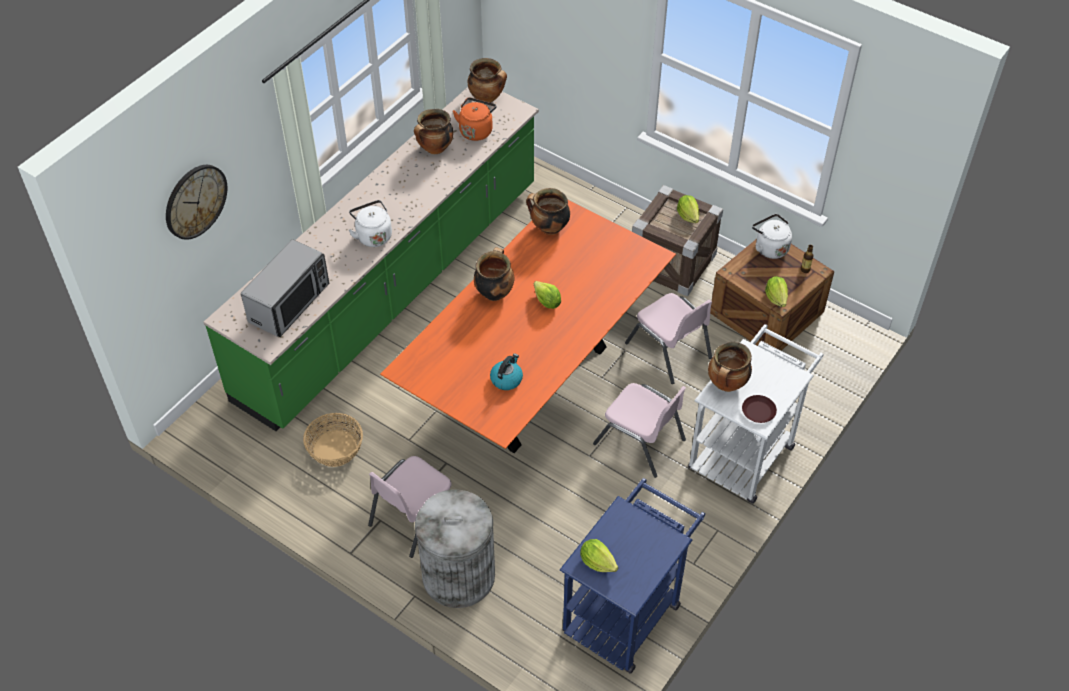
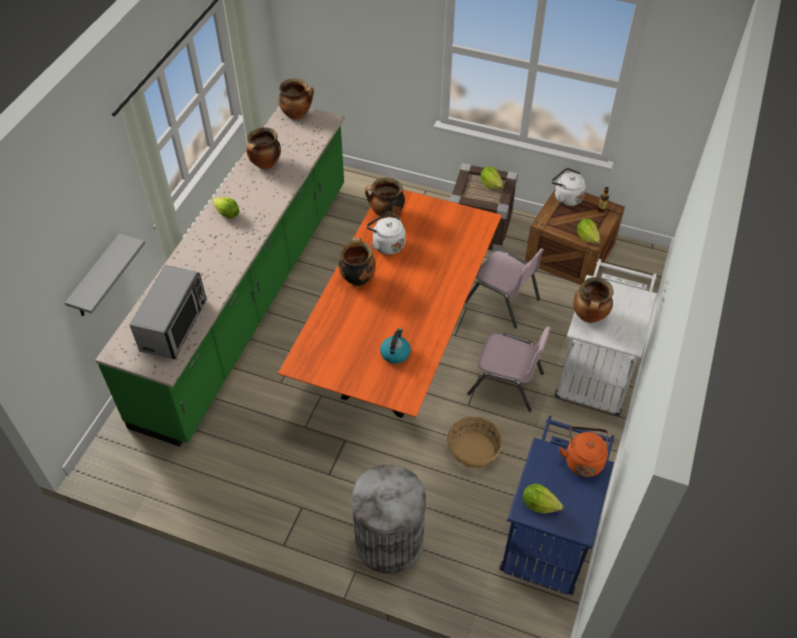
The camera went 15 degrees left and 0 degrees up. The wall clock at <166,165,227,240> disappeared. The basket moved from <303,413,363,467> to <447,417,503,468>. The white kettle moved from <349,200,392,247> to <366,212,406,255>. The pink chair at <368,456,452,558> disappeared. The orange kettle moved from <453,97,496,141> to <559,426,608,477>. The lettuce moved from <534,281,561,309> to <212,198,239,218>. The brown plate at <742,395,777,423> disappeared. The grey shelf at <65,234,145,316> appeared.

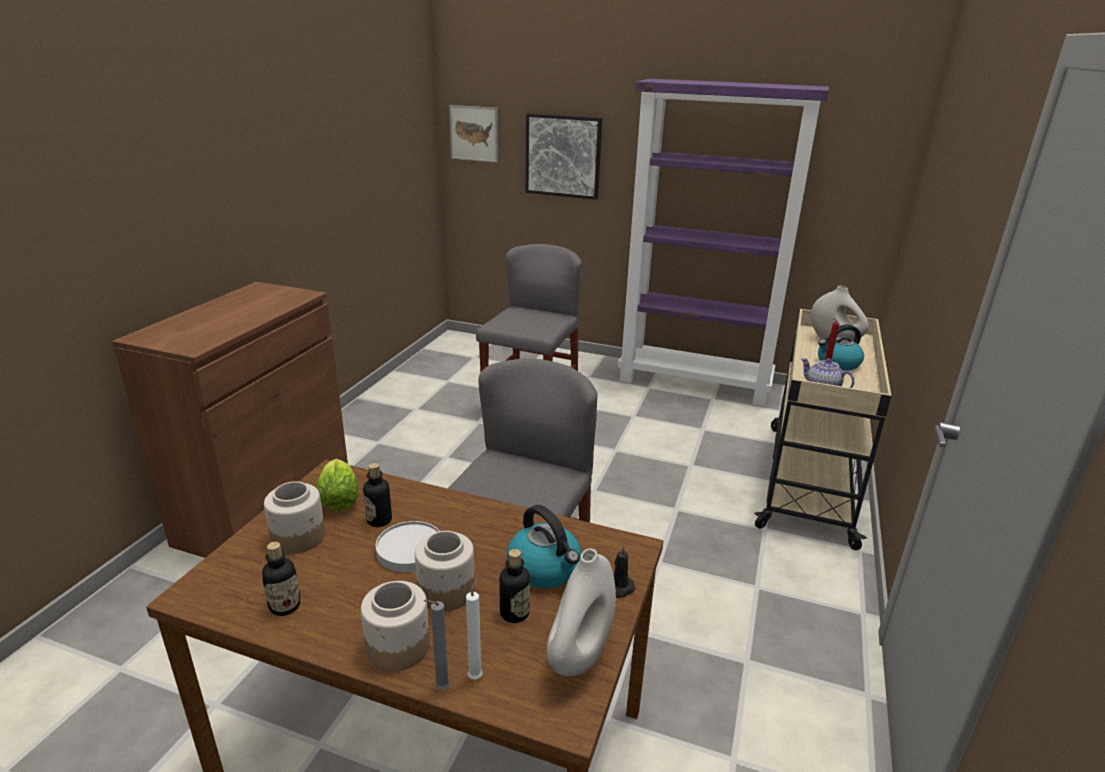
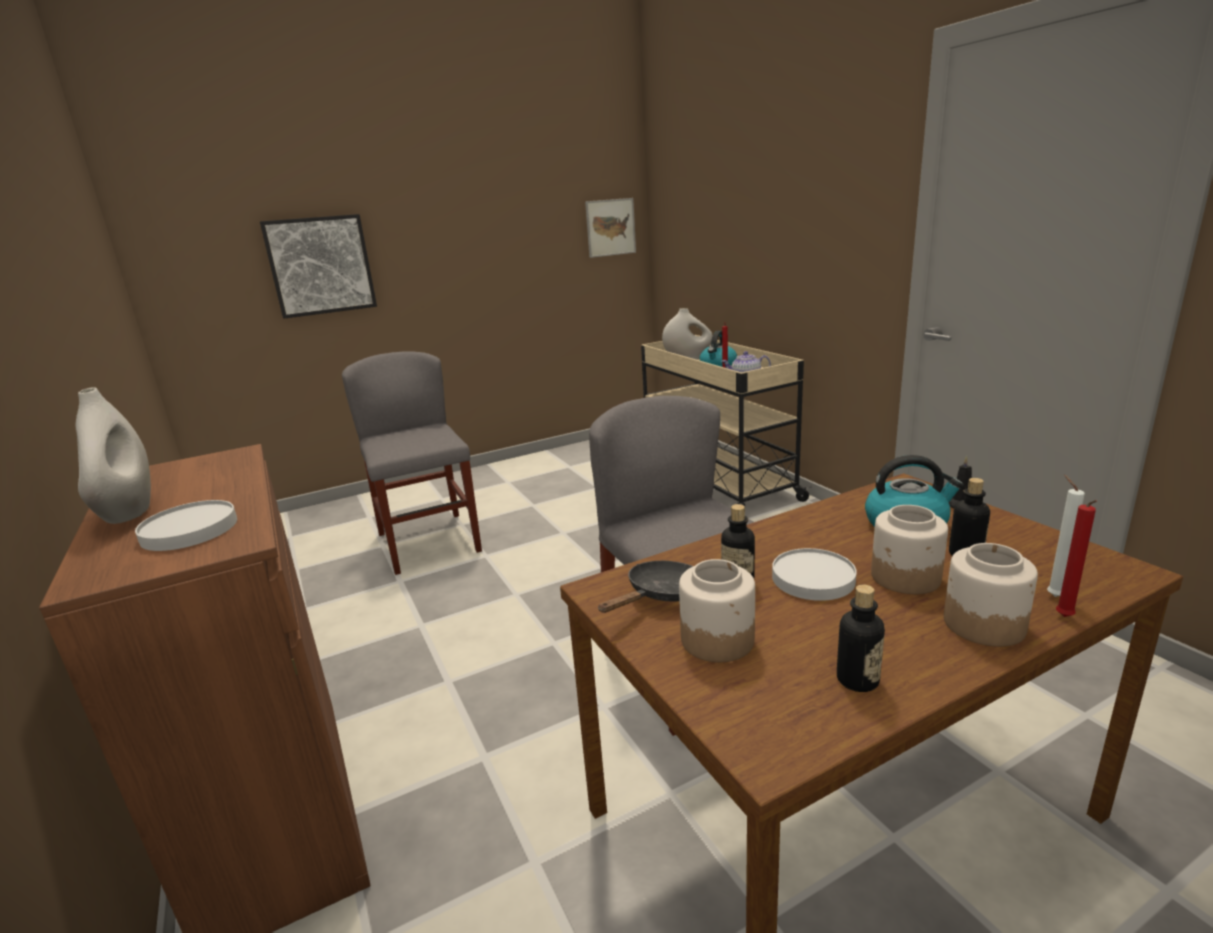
The camera went 45 degrees left and 5 degrees down. The lettuce at <316,459,359,511> was replaced by the black frying pan at <598,561,693,613>. The grey candle at <424,600,450,690> became the red candle at <1056,500,1097,617>. The picture moved from <449,105,498,163> to <585,198,636,258>. The white vase moved from <547,548,616,676> to <76,387,151,524>. The purple bookcase at <618,79,829,407> disappeared. The white plate at <135,500,237,551> appeared.

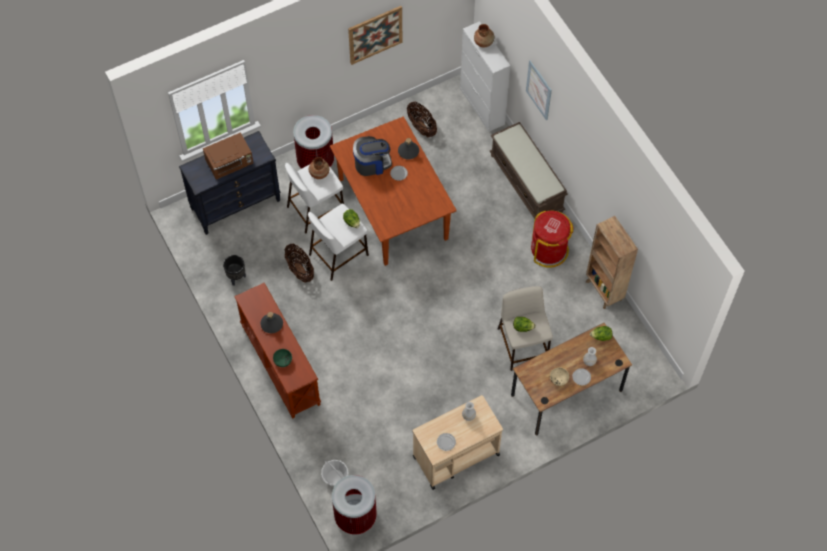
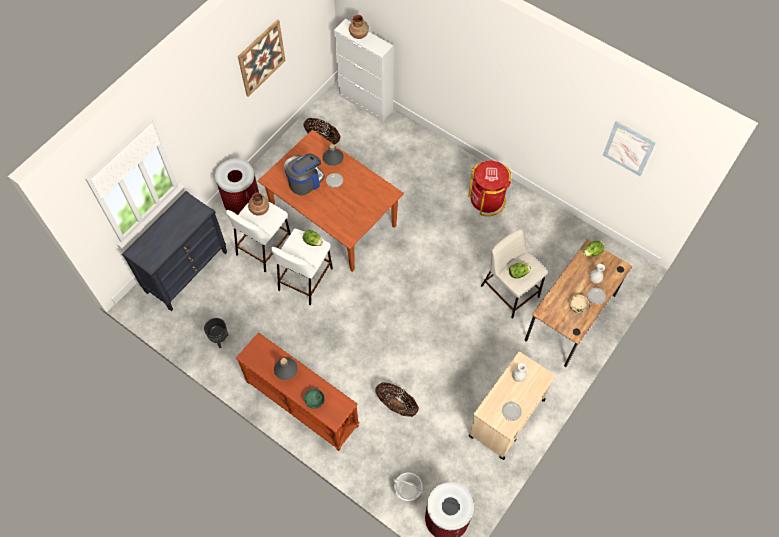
The camera went 25 degrees left and 0 degrees up. The brown microwave at <203,132,253,180> disappeared. The basket moved from <285,244,314,283> to <375,382,419,417>. The brown bench at <490,122,568,219> disappeared. The picture moved from <526,60,552,120> to <603,121,656,176>. The brown bookcase at <586,216,638,309> disappeared.

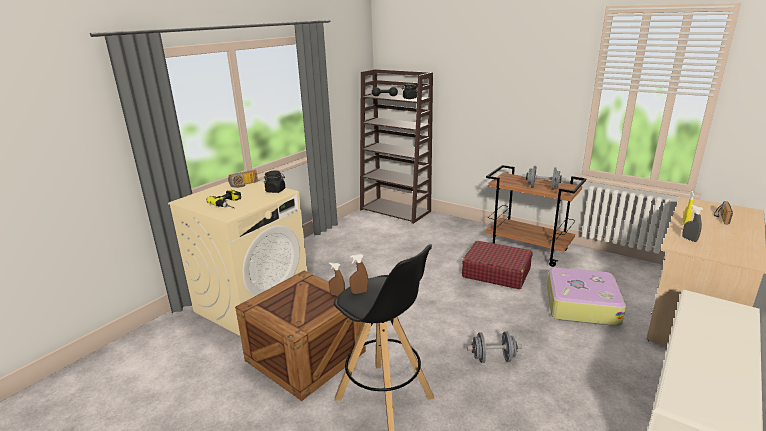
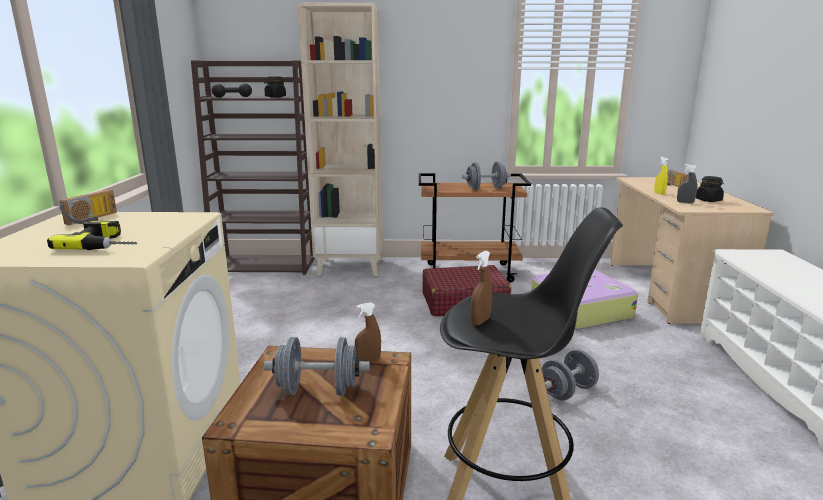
The camera went 35 degrees left and 5 degrees down. The black jar moved from <264,170,285,193> to <696,176,724,202>. The grey dumbbell at <264,337,370,395> appeared. The beige bookcase at <298,3,383,276> appeared.

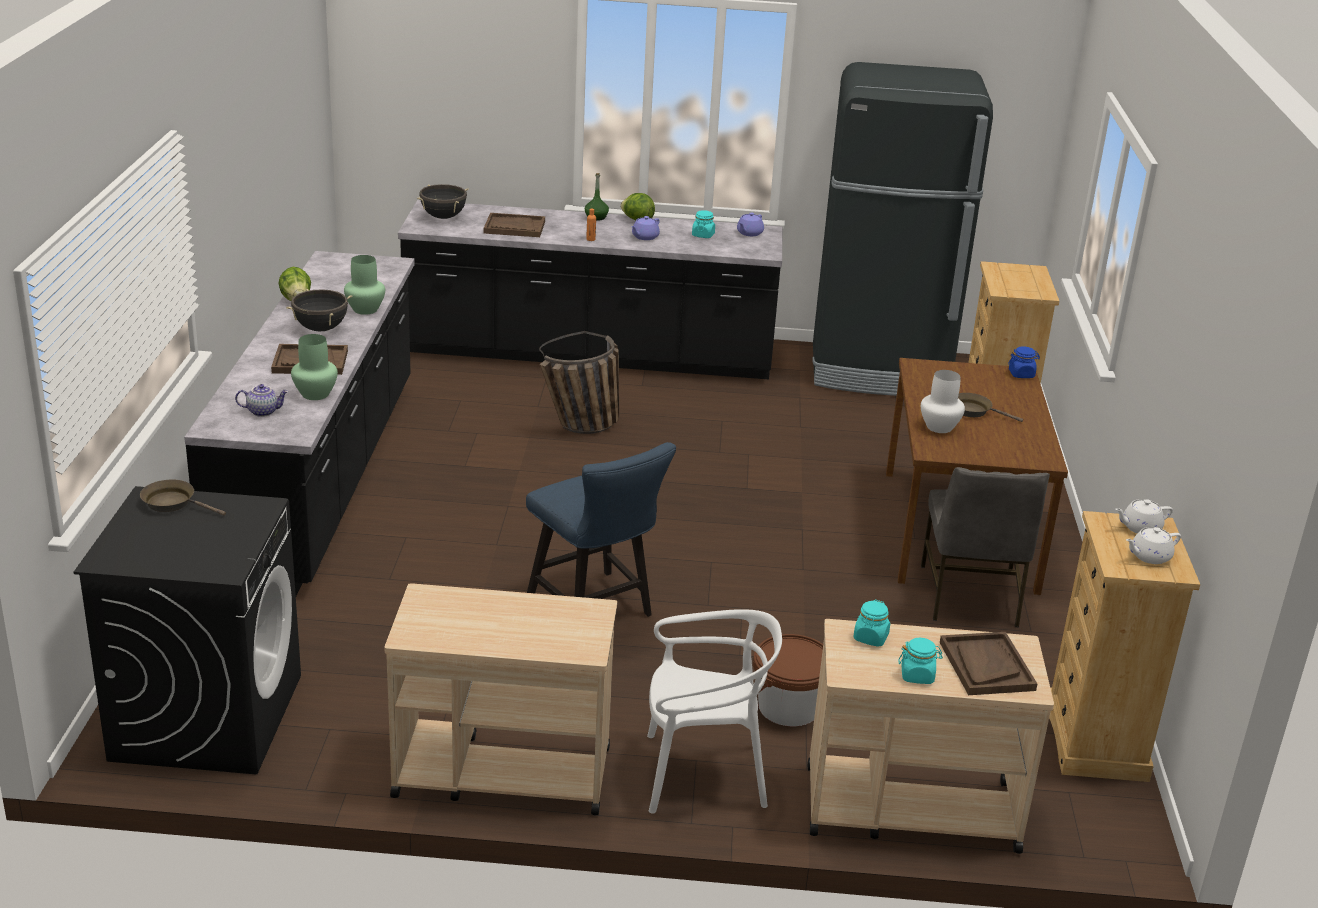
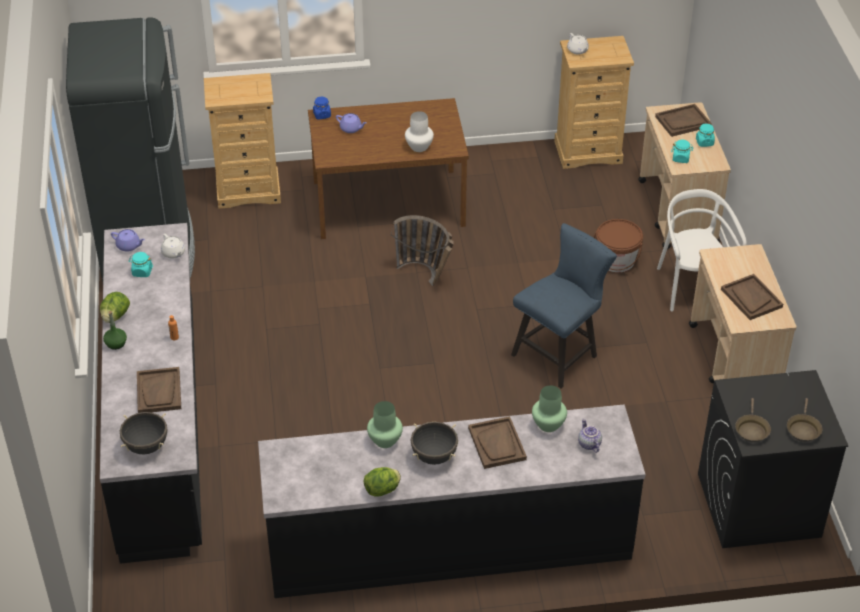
The camera went 100 degrees left and 15 degrees up. The basket moved from <539,331,619,434> to <391,215,454,286>. The purple teapot moved from <631,216,660,240> to <336,113,367,133>. The grey chair at <921,467,1050,627> disappeared. The brown frying pan moved from <958,393,1023,422> to <787,398,822,442>. The white teapot moved from <1126,527,1181,564> to <161,234,185,259>. The brown tray at <721,274,783,320> appeared.

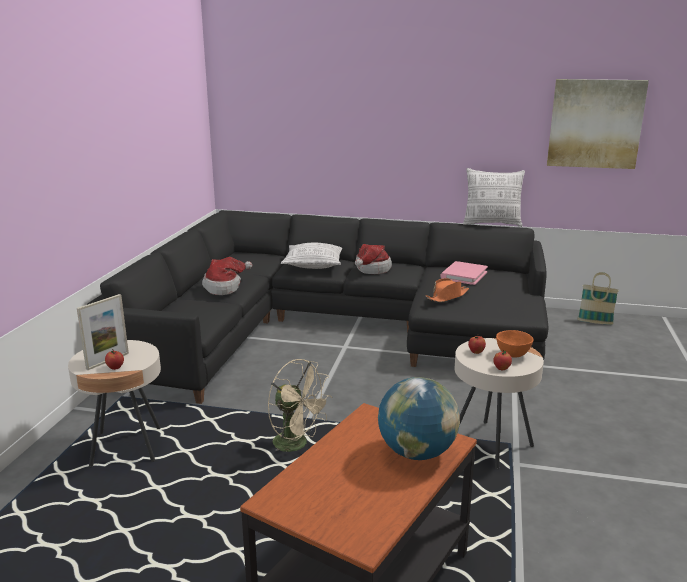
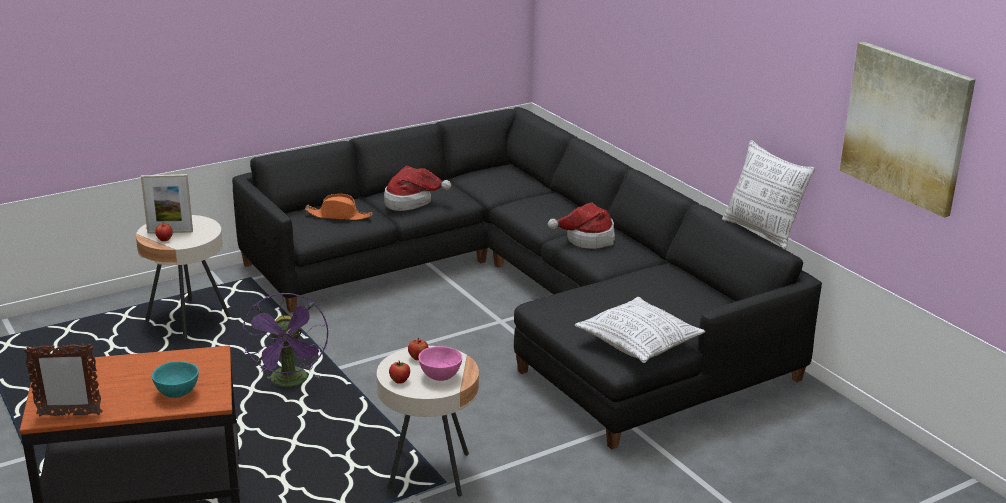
The camera went 45 degrees right and 5 degrees up. The beige fan at <268,359,332,452> became the purple fan at <242,292,328,387>. The pillow moved from <281,243,342,269> to <575,297,705,363>. The globe at <378,377,460,460> was replaced by the turquoise bowl at <152,361,199,398>. The orange hat moved from <426,278,469,302> to <305,194,373,220>. The pink book at <440,261,488,285> disappeared. The orange bowl at <496,330,534,358> became the pink bowl at <418,346,462,381>. The basket at <578,272,619,325> disappeared. The picture frame at <23,344,103,416> appeared.

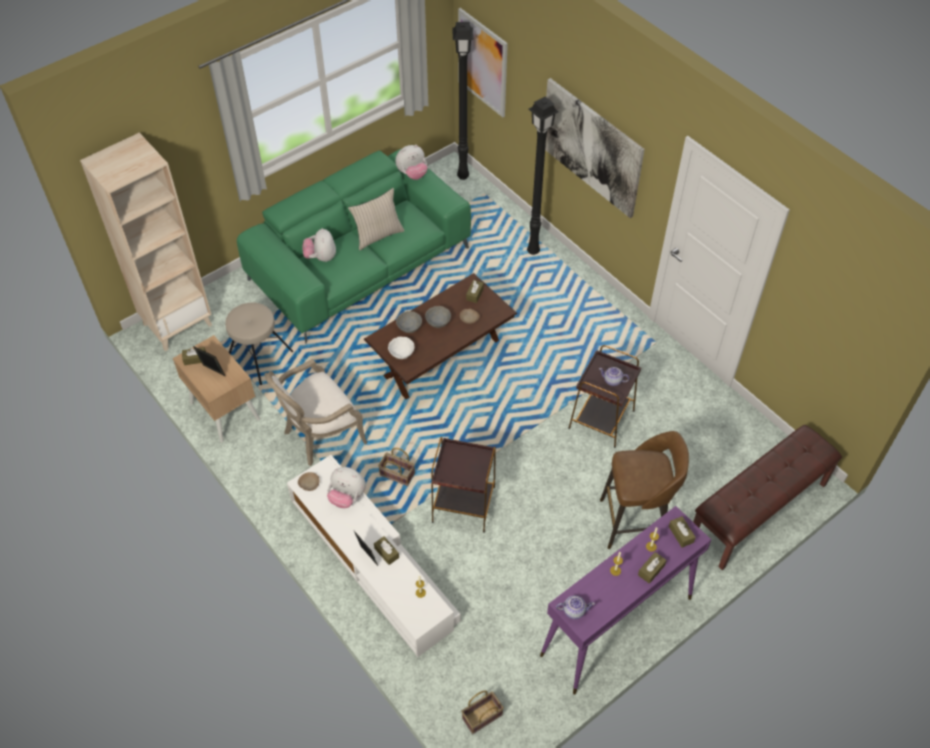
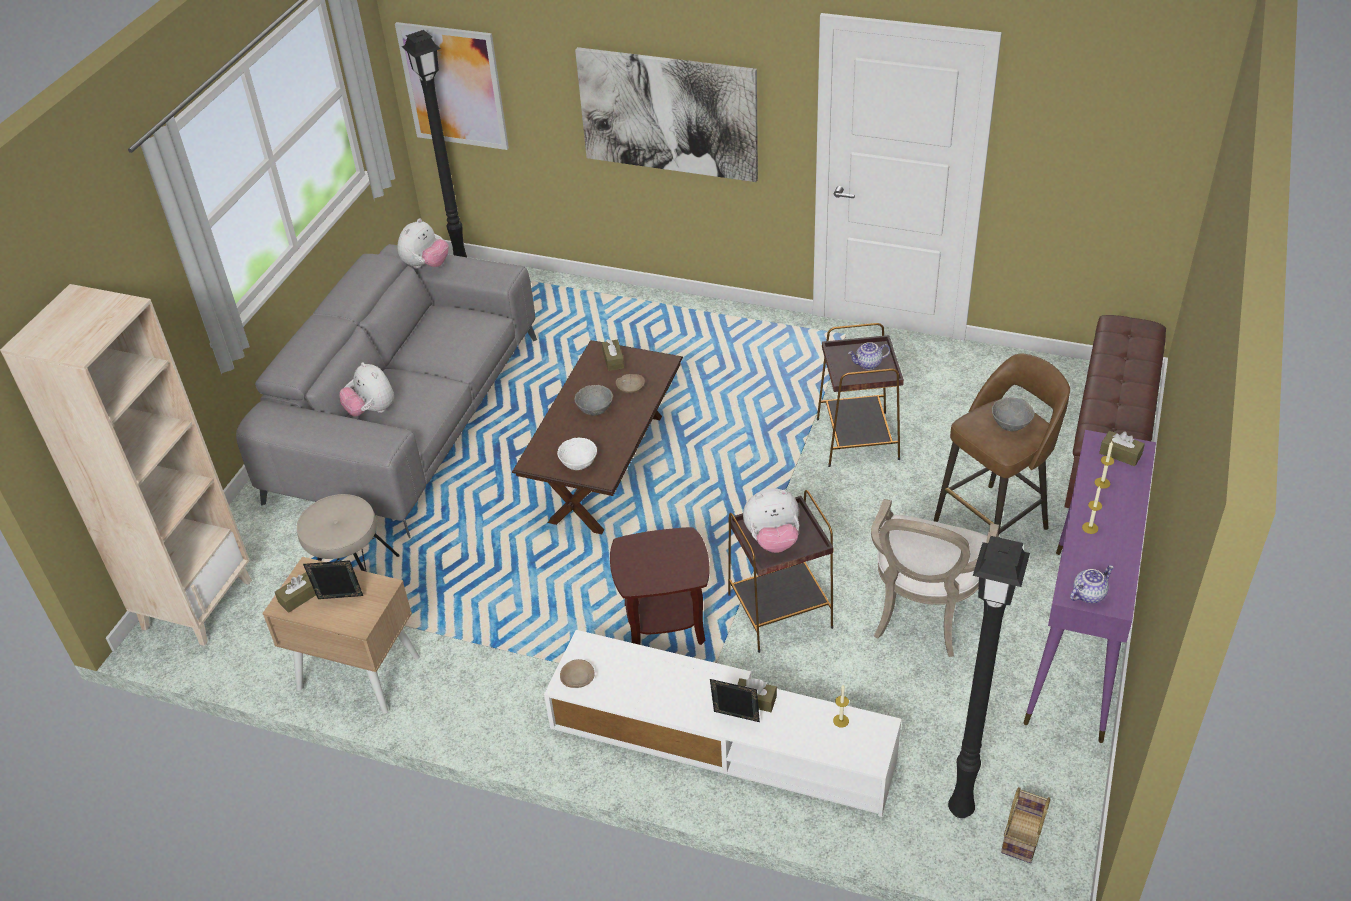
The camera went 30 degrees left and 10 degrees down. The green sofa at <237,149,471,344> became the grey sofa at <236,244,537,538>. The armchair moved from <265,359,367,466> to <871,499,1000,657>. The plush toy moved from <327,467,366,508> to <743,488,799,553>. The beige pillow at <348,188,404,250> disappeared. The basket at <378,448,415,486> was replaced by the brown side table at <610,527,710,645>. The grey bowl moved from <396,311,422,333> to <992,397,1034,431>. The black floor lamp moved from <527,96,559,255> to <948,536,1030,818>. The brown tissue box at <638,552,667,584> disappeared.

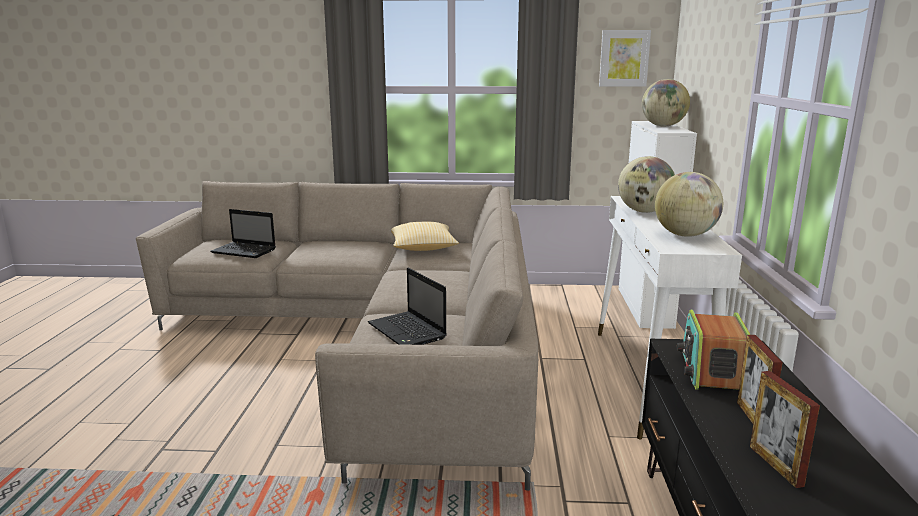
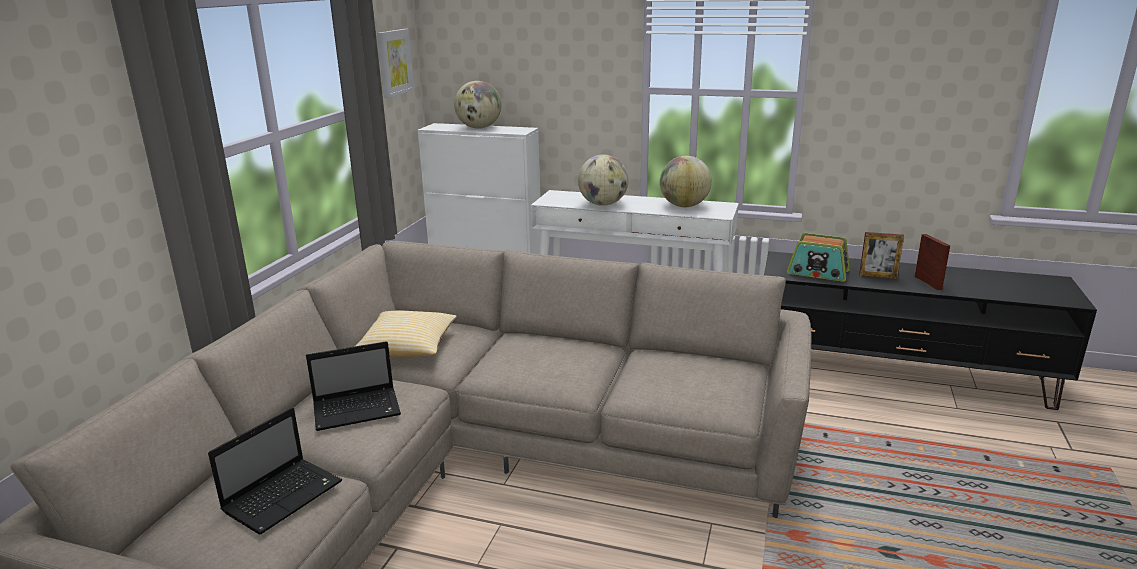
The camera went 75 degrees left and 5 degrees up. The laptop moved from <368,268,447,345> to <306,341,401,431>. The picture frame at <750,371,820,488> turned 105 degrees counterclockwise.

